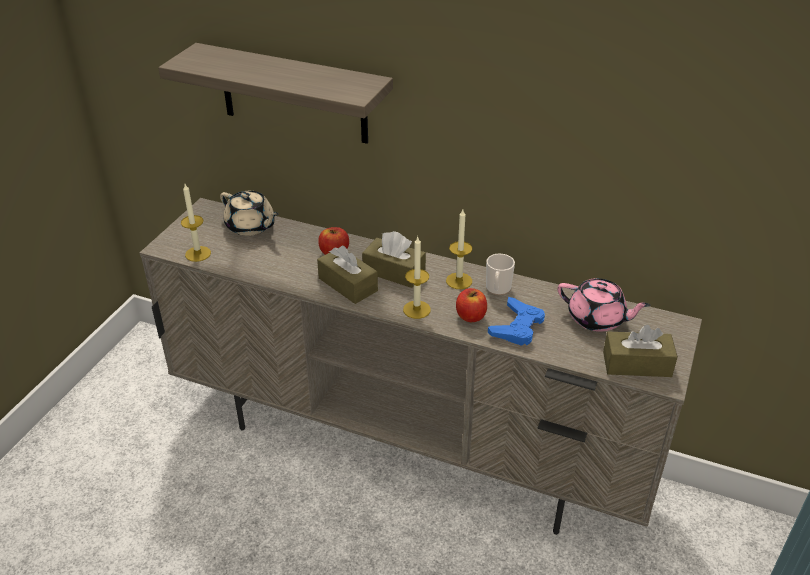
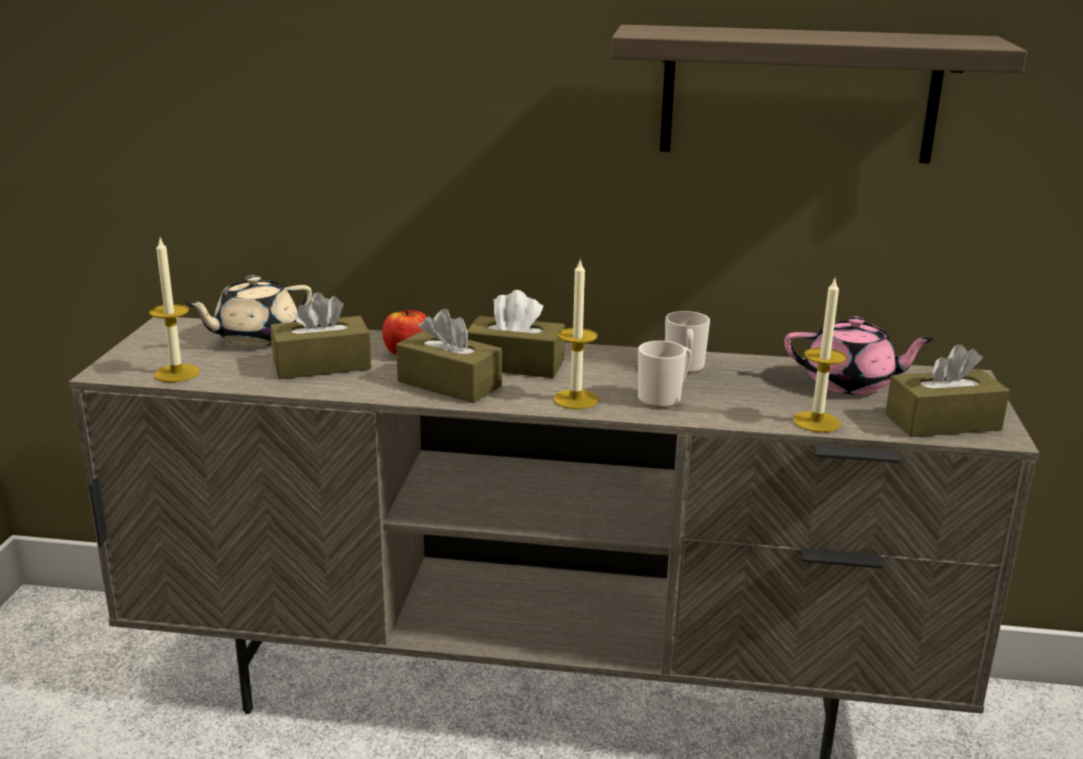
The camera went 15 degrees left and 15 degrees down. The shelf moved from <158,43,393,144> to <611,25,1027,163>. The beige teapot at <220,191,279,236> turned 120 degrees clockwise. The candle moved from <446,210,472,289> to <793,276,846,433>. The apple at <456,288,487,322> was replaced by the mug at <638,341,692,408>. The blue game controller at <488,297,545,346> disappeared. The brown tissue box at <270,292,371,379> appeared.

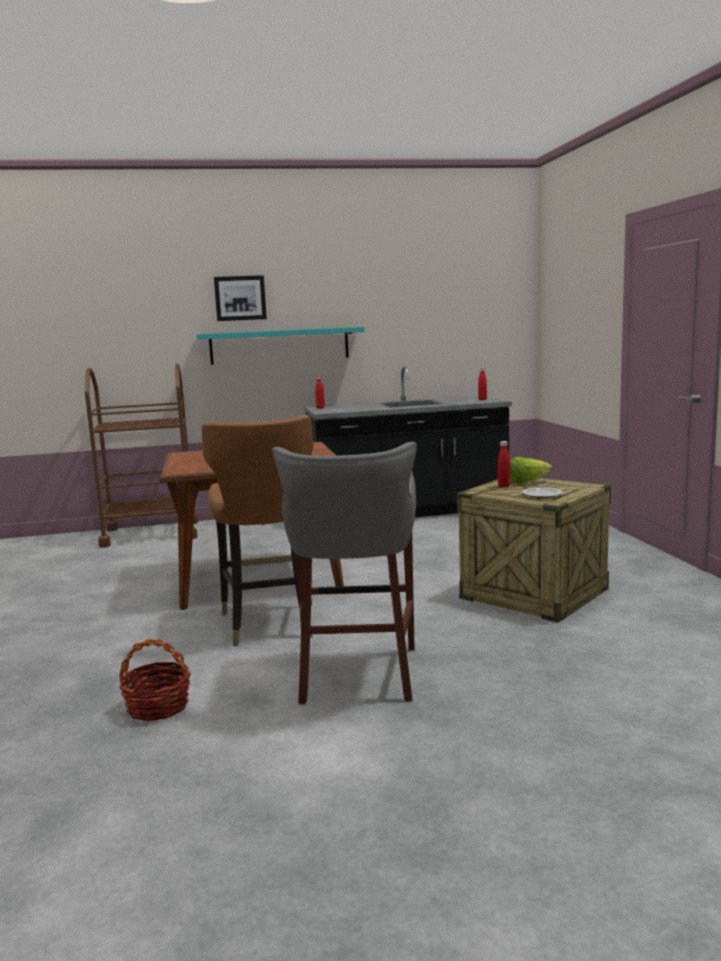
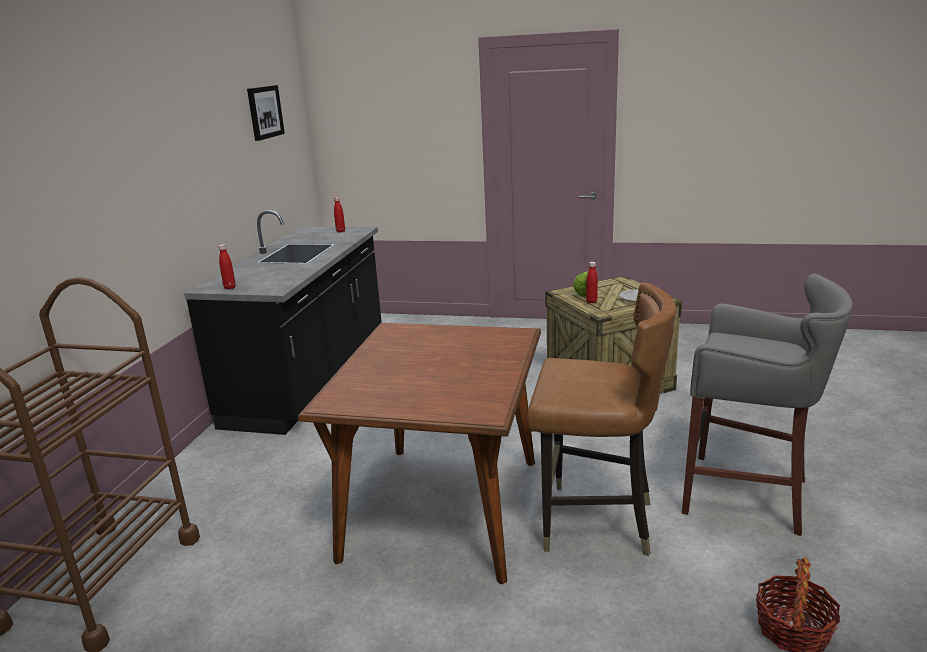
The camera went 65 degrees left and 10 degrees up. The turquoise shelf at <196,327,365,365> disappeared. The picture moved from <214,275,267,321> to <247,85,285,141>.

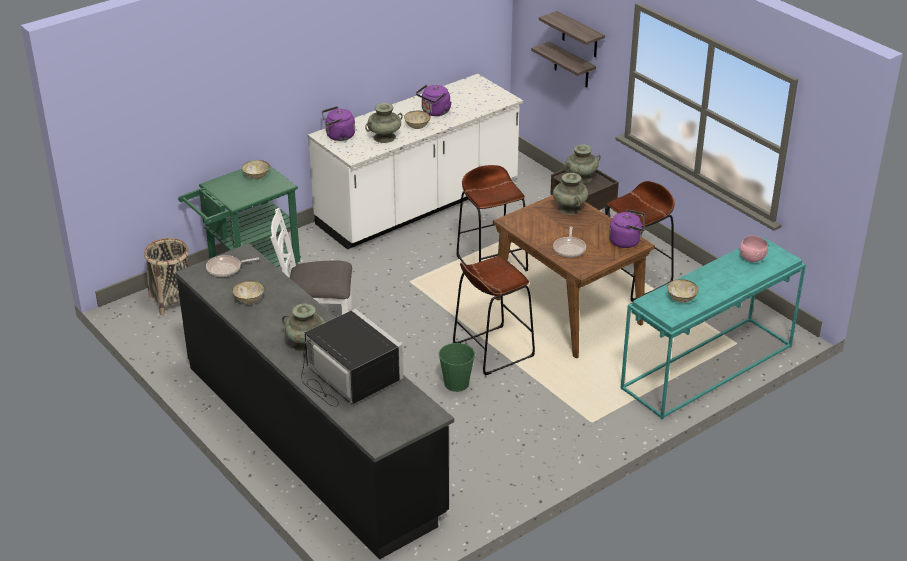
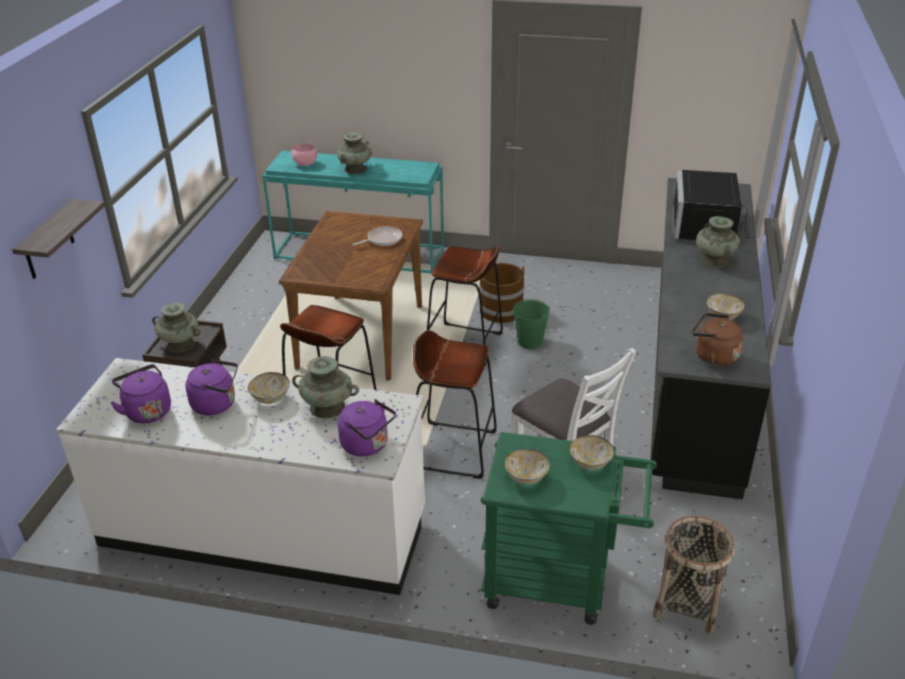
The camera went 130 degrees left and 0 degrees up. The frying pan at <206,255,259,277> was replaced by the brown kettle at <692,313,743,367>. The shelf at <531,41,596,87> disappeared. The turquoise vase moved from <553,173,588,215> to <337,132,372,174>. The brown stool moved from <606,181,675,301> to <413,330,497,479>. The purple kettle moved from <609,209,645,248> to <110,364,171,423>. The bowl moved from <667,279,698,303> to <569,435,614,470>. The brown bucket at <479,263,525,323> appeared.

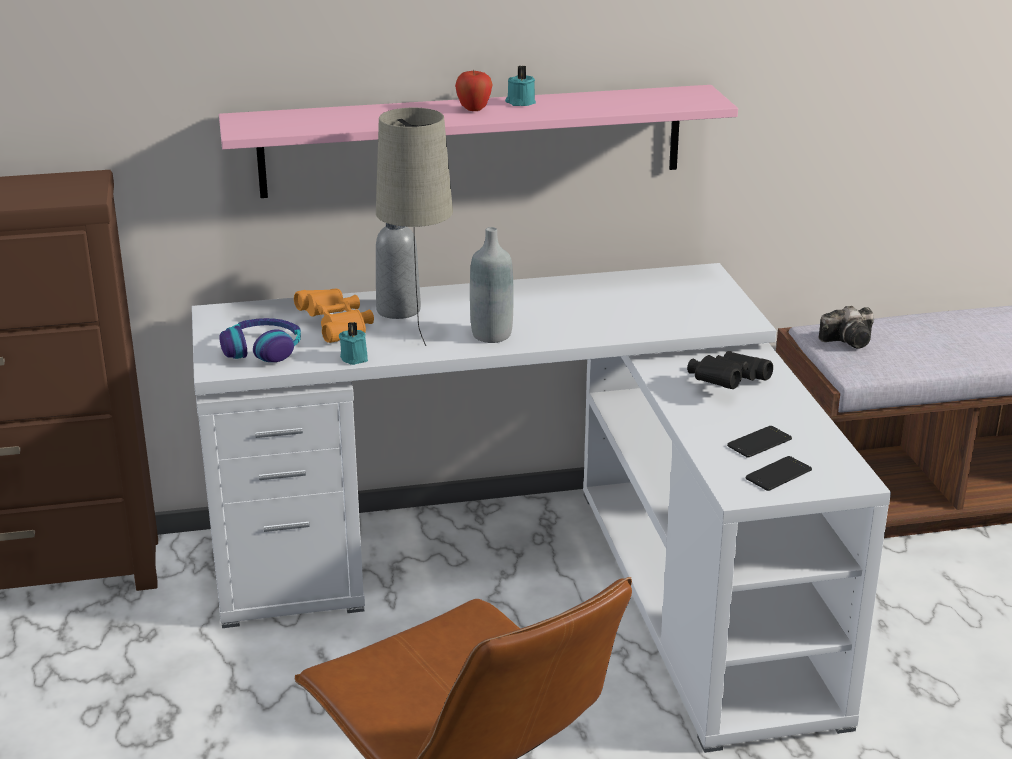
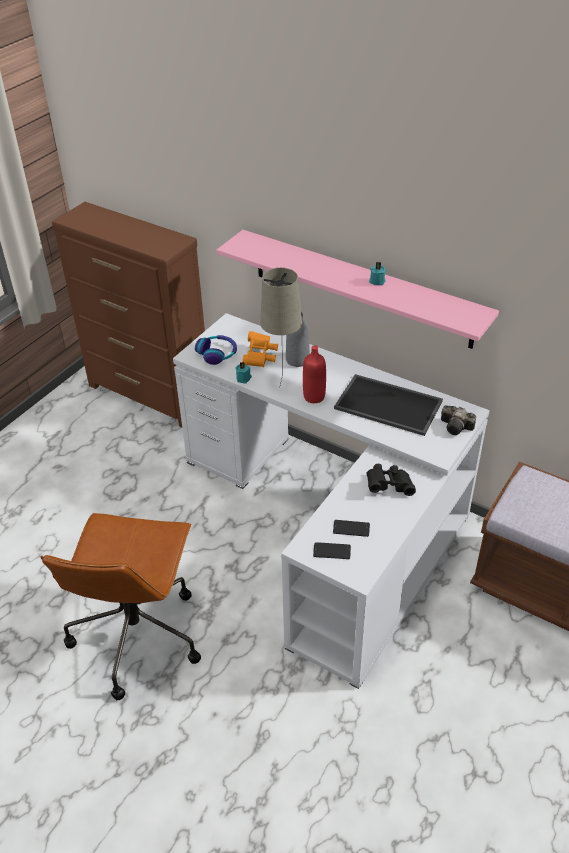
The camera went 45 degrees right and 15 degrees up. The apple at <455,69,493,111> disappeared. The grey bottle at <470,227,514,343> became the red bottle at <303,345,326,403>. The photo camera moved from <819,306,874,349> to <441,405,476,435>. The tray at <334,374,443,436> appeared.

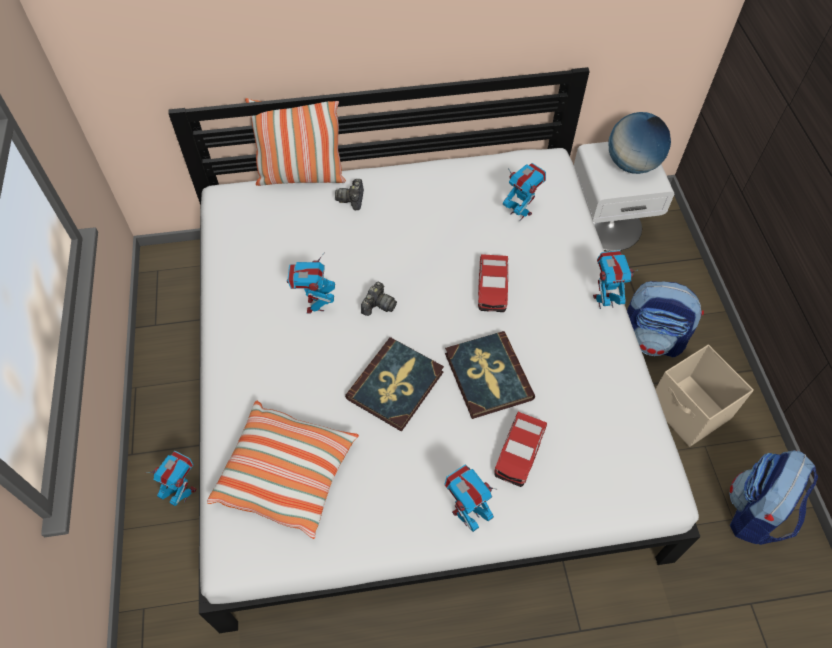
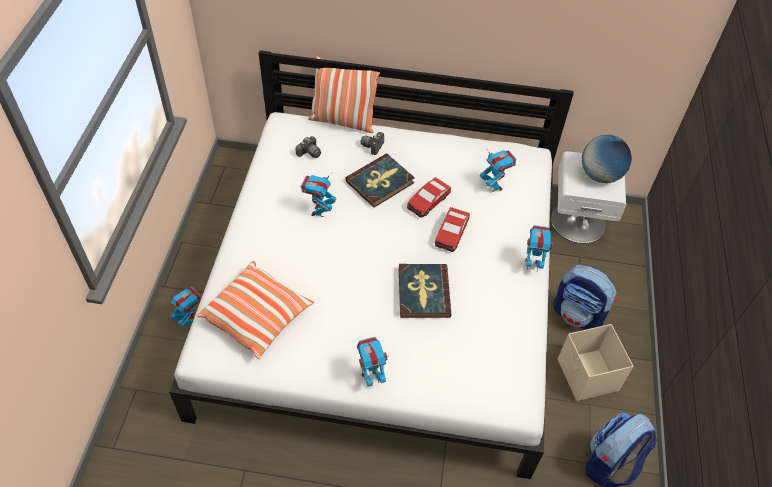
The camera went 15 degrees right and 5 degrees down. The book moved from <345,337,444,432> to <345,153,415,208>. The photo camera moved from <361,282,397,316> to <296,136,321,158>. The toy car moved from <494,412,547,487> to <407,177,451,218>.

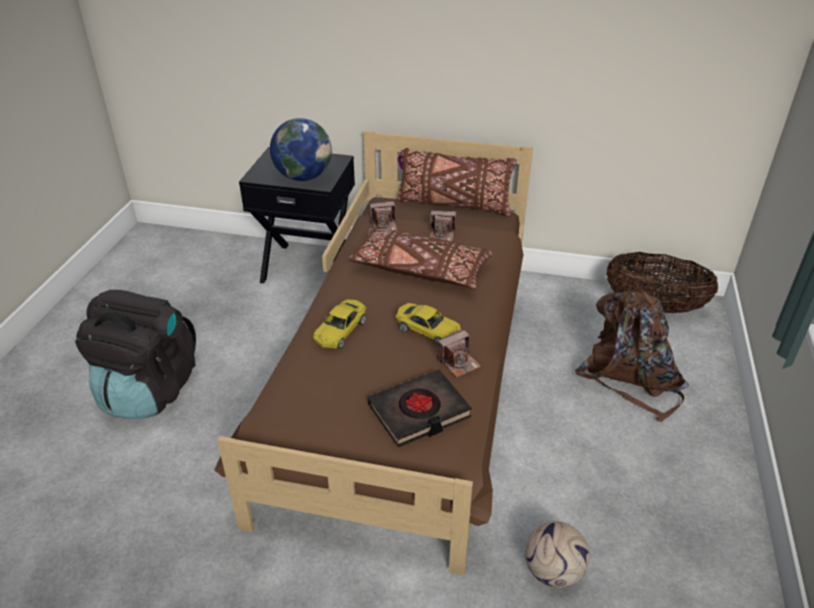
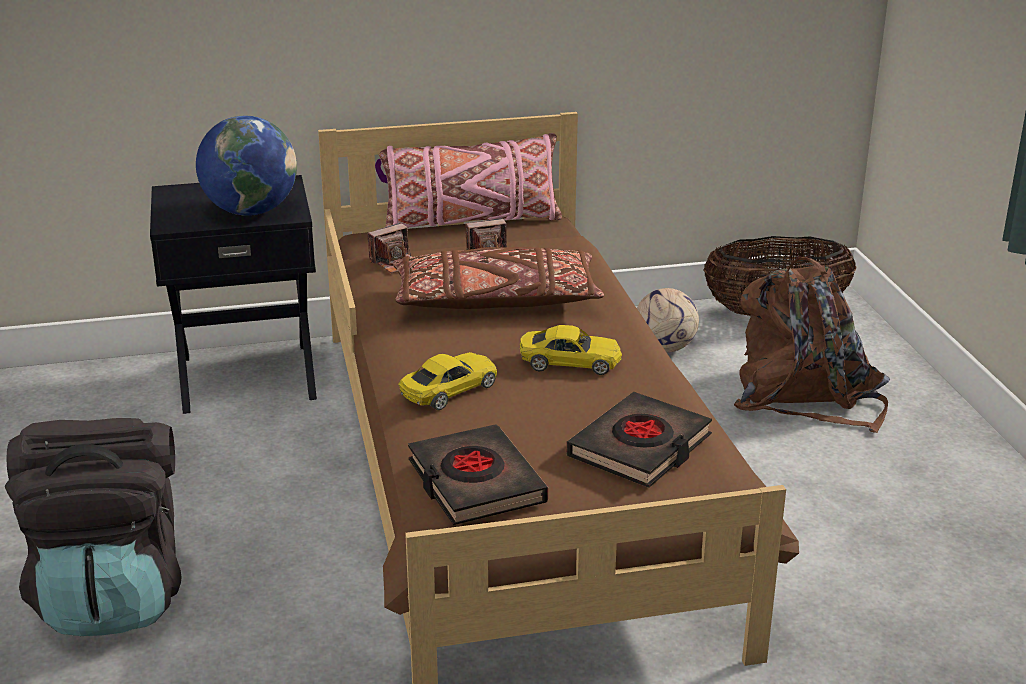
The camera went 25 degrees left and 10 degrees down. The yellow toy car at <313,299,367,349> turned 135 degrees counterclockwise. The brown pillow at <397,148,517,216> became the pink pillow at <378,133,562,228>. The photo camera at <437,329,481,377> disappeared. The football moved from <525,521,590,588> to <637,288,699,352>. The black book at <408,424,548,525> appeared.

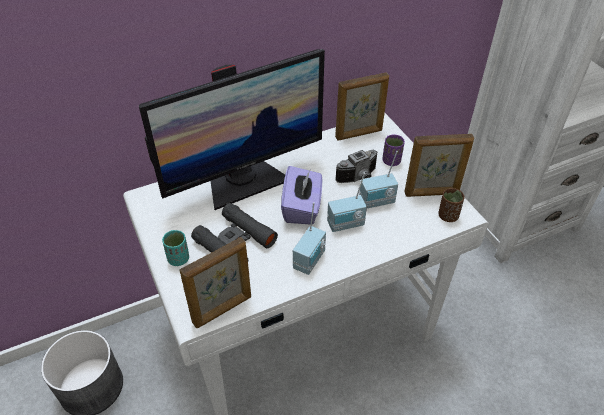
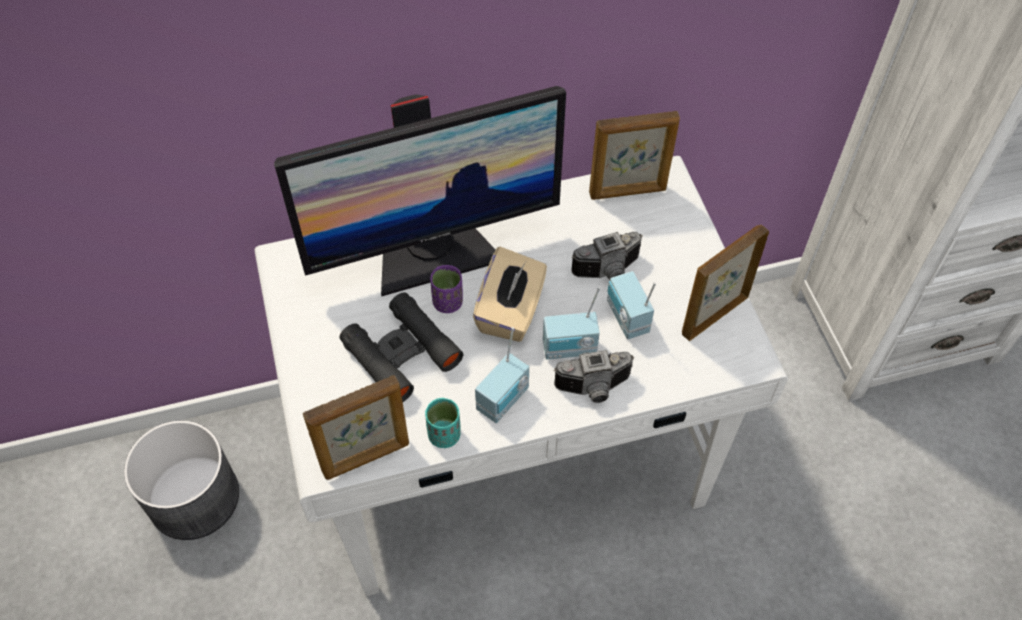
The camera went 10 degrees right and 10 degrees up. The turquoise cup moved from <162,230,189,266> to <425,398,461,448>. The purple tissue box at <281,166,322,224> became the beige tissue box at <473,247,547,342>. The radio at <359,151,398,208> turned 75 degrees clockwise. The purple cup moved from <382,135,405,166> to <430,265,463,313>. The picture frame at <404,134,474,197> turned 135 degrees clockwise. The brown cup at <438,188,465,222> disappeared. The photo camera at <553,350,634,403> appeared.

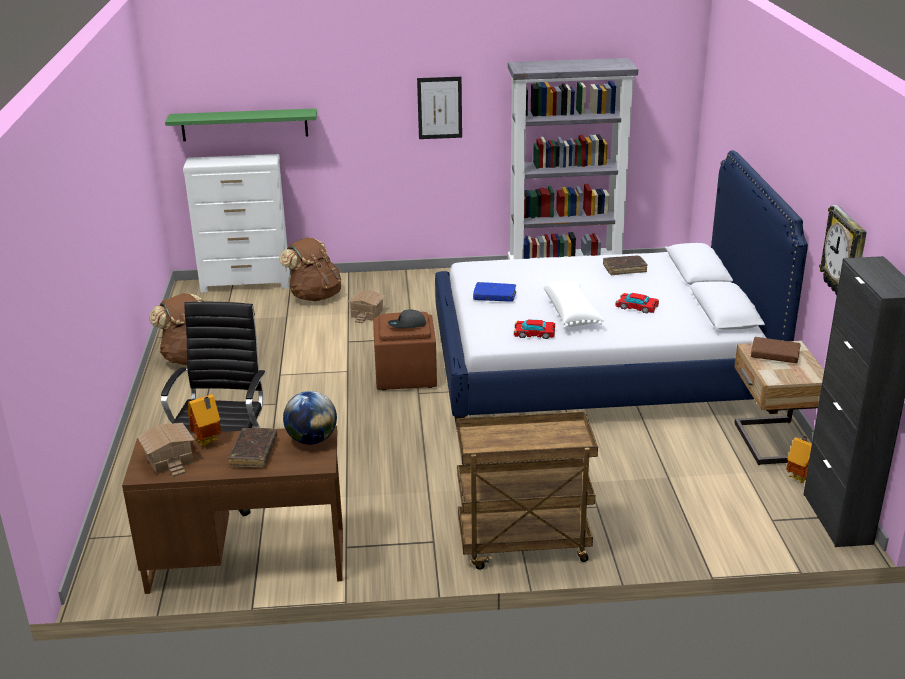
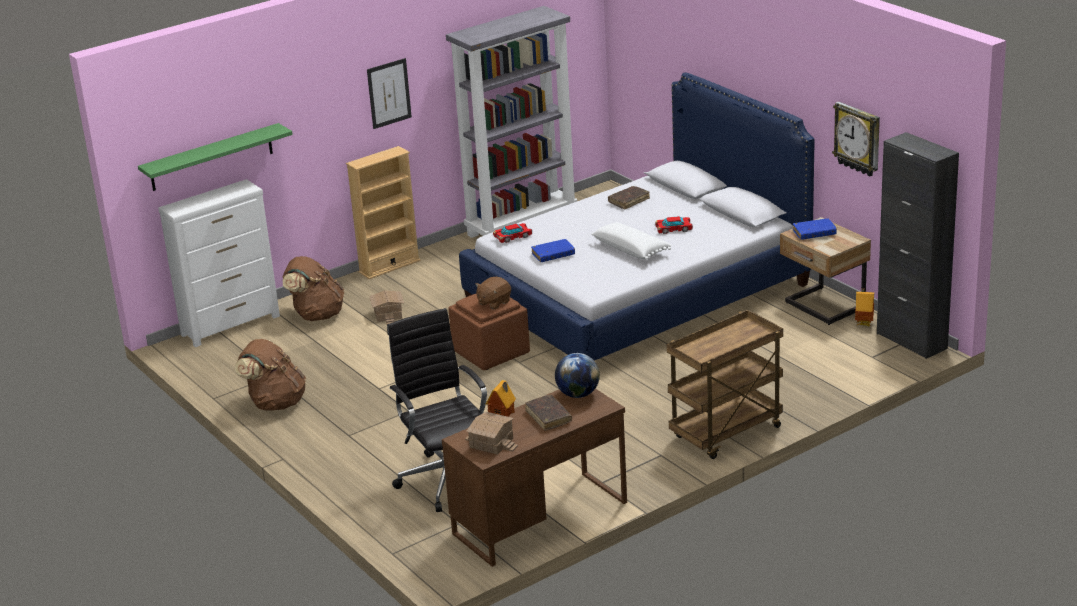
The camera went 30 degrees left and 0 degrees up. The grey cap at <388,309,426,328> was replaced by the brown plush toy at <475,277,511,309>. The toy car moved from <514,319,555,339> to <493,223,532,243>. The brown book at <751,337,801,363> became the blue book at <793,218,837,240>. The beige bookcase at <346,146,420,279> appeared.

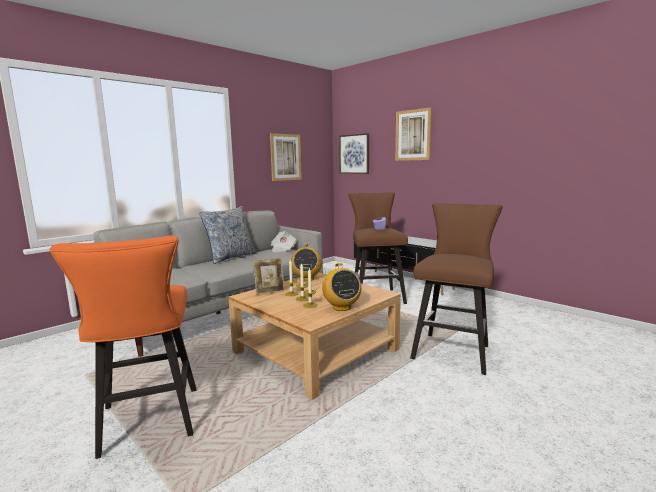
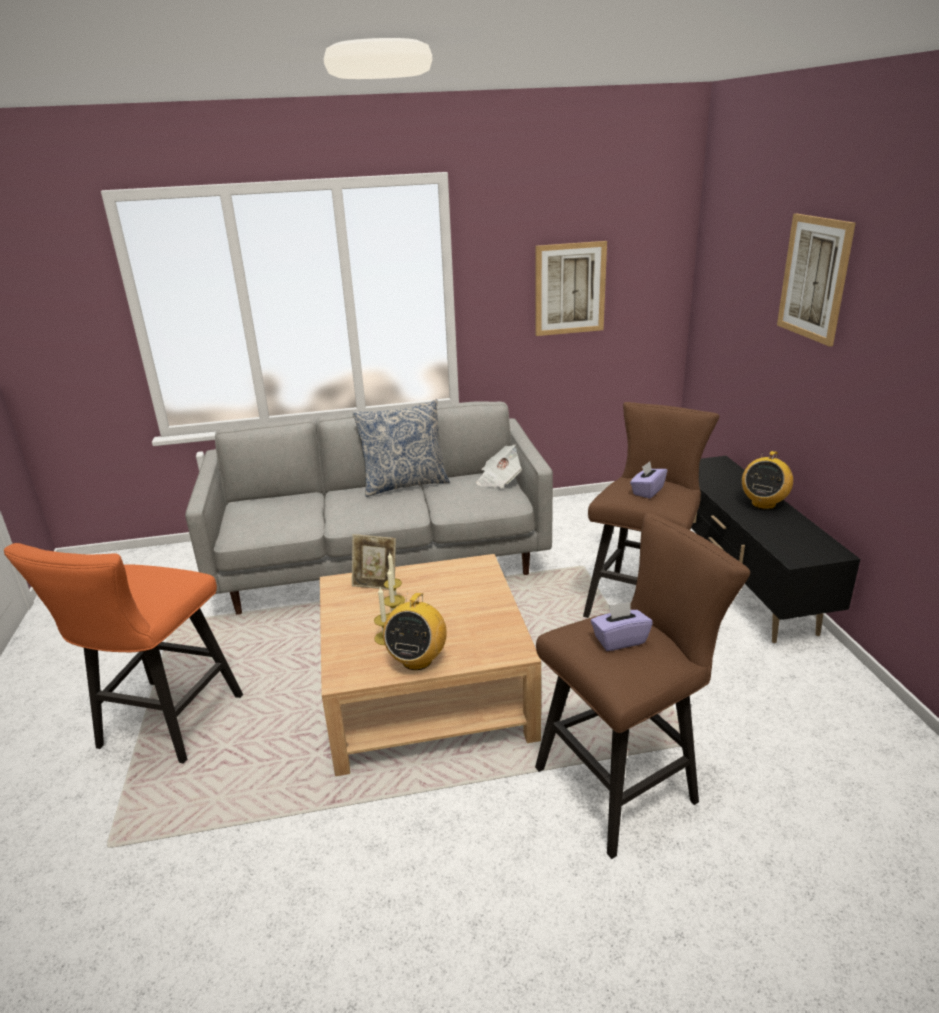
The camera went 35 degrees right and 15 degrees up. The radio moved from <291,243,322,281> to <742,451,793,509>. The picture at <339,133,369,174> disappeared. The purple tissue box at <591,601,653,651> appeared.

